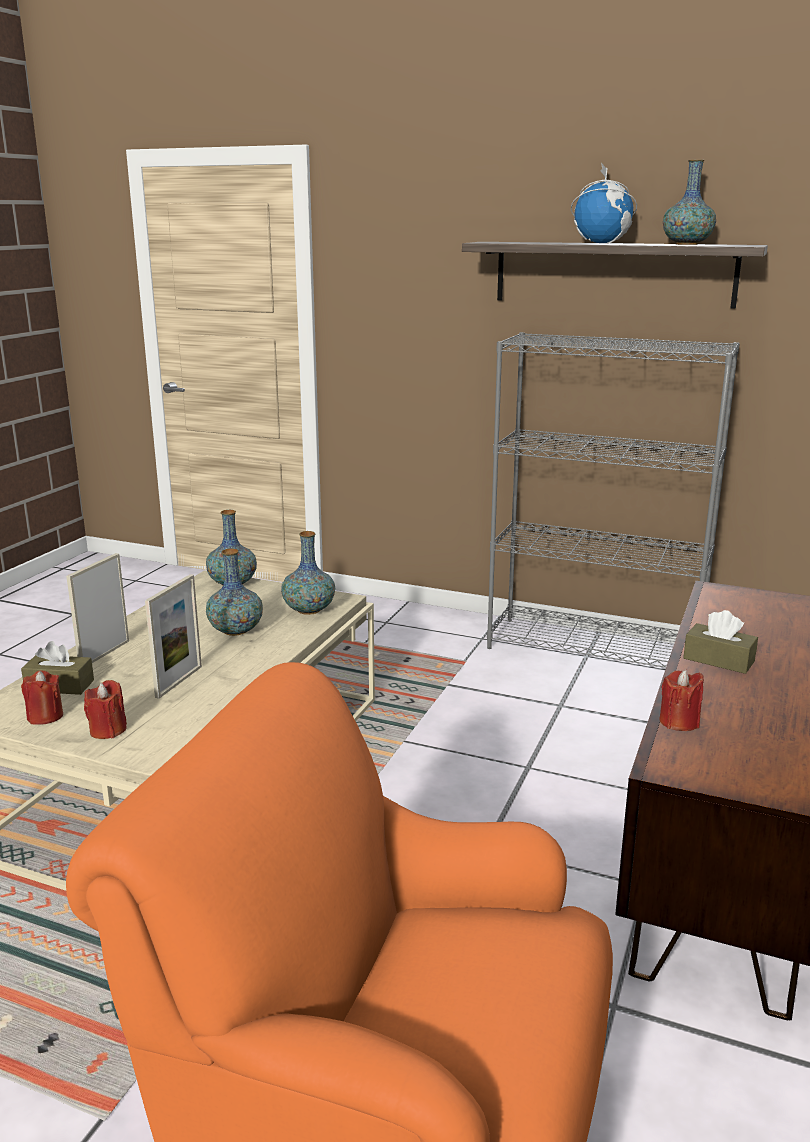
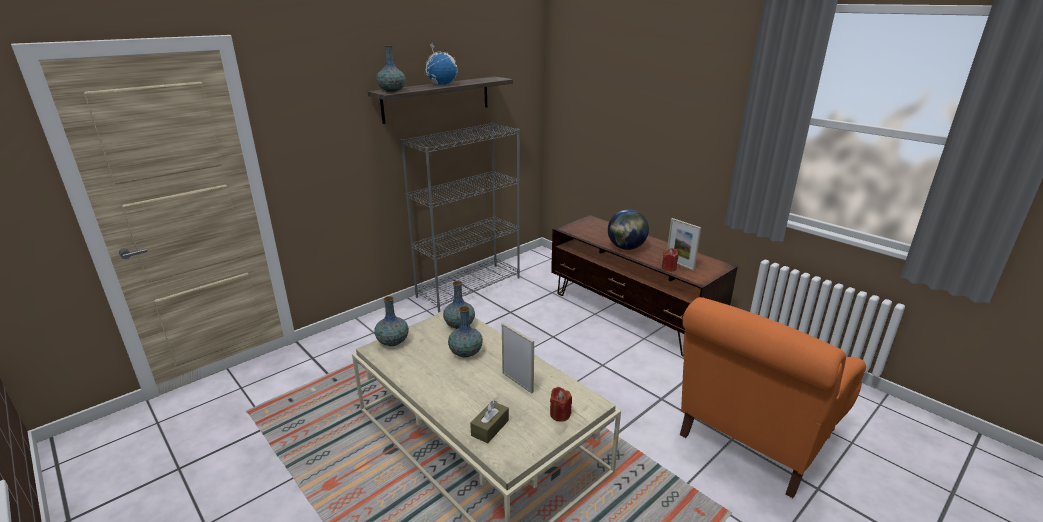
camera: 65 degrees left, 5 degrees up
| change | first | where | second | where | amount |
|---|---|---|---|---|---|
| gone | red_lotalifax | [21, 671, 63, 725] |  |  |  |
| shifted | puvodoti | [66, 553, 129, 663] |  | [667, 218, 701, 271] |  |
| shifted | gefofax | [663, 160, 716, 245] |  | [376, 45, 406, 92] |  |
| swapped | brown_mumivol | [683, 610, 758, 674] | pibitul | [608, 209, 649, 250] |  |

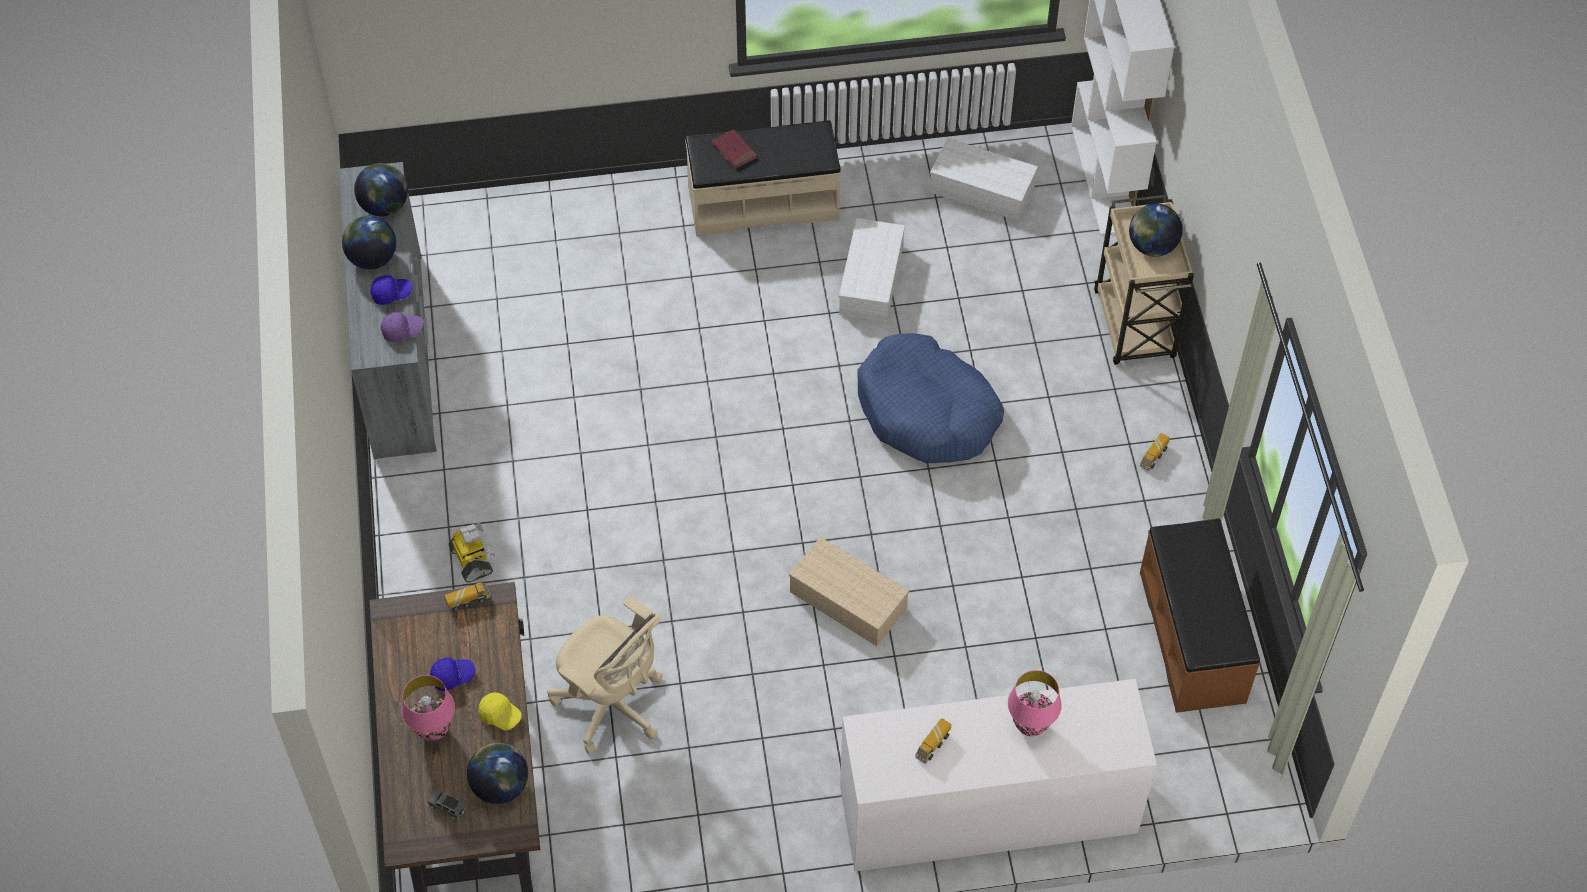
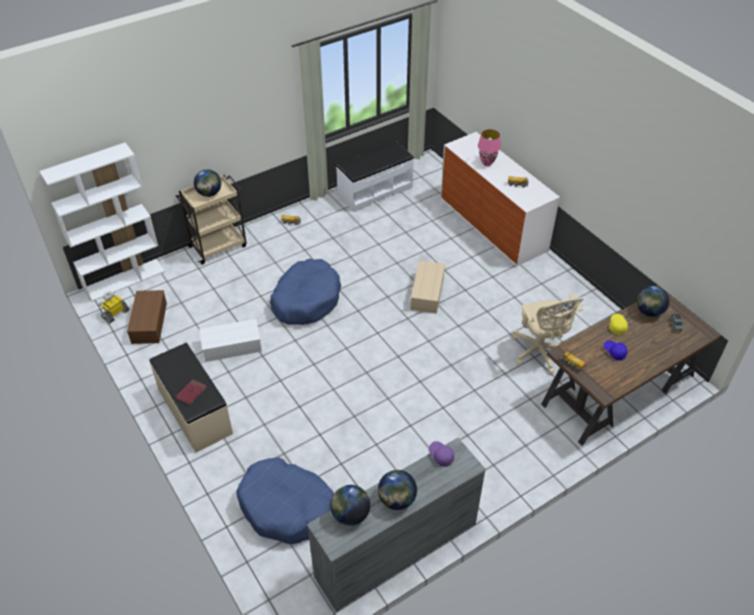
camera: 115 degrees left, 10 degrees down
| change | first | where | second | where | amount |
|---|---|---|---|---|---|
| gone | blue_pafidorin | [370, 275, 412, 305] |  |  |  |
| gone | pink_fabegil | [401, 675, 455, 741] |  |  |  |
| shifted | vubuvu | [449, 522, 495, 582] |  | [98, 291, 129, 323] |  |
| rotated | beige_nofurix | [547, 596, 663, 754] |  | [512, 294, 584, 374] | 150 degrees clockwise |
| repainted | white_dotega | [930, 138, 1038, 221] | brown_dotega | [127, 290, 167, 344] |  |
| repainted | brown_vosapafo | [1140, 519, 1260, 713] | white_vosapafo | [336, 142, 414, 212] |  |
| new |  |  | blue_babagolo | [236, 458, 334, 544] |  |

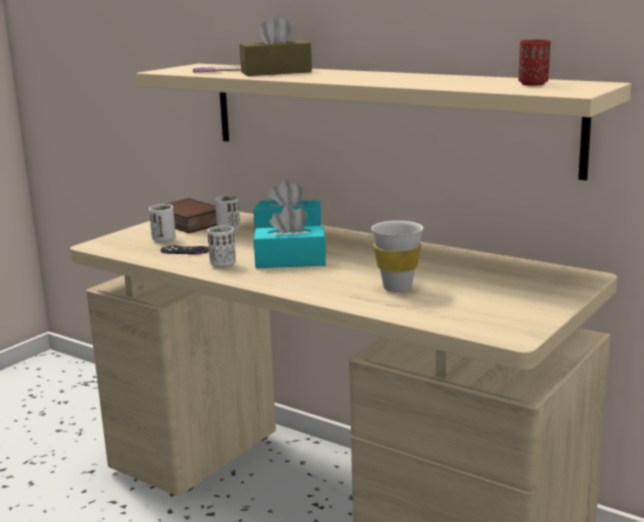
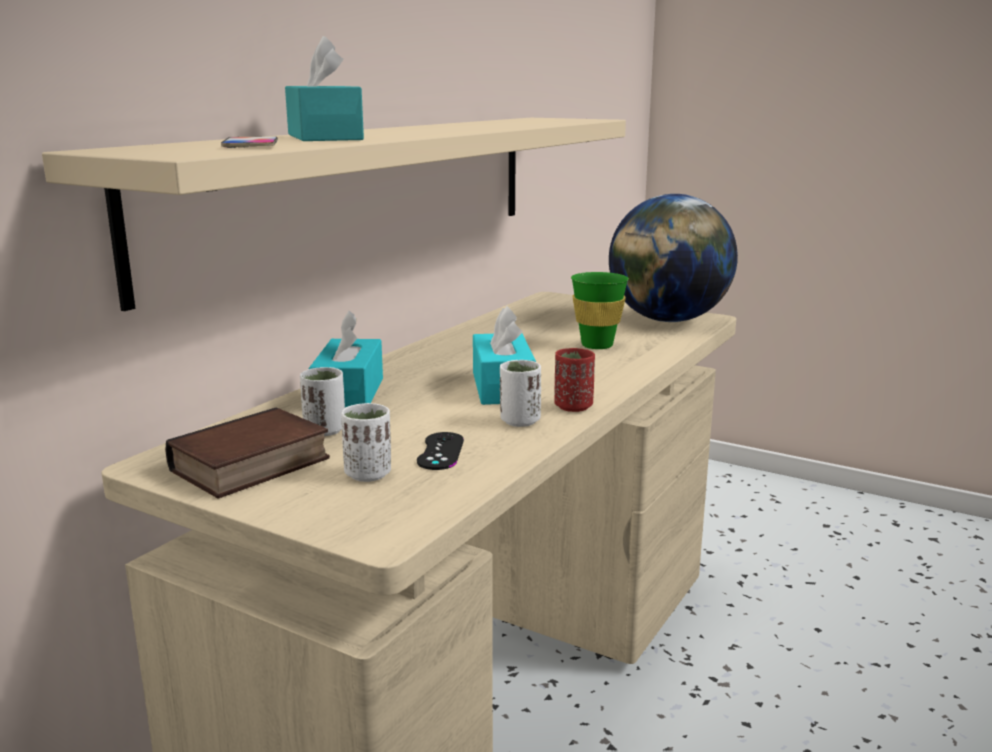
camera: 95 degrees left, 0 degrees up
| change | first | where | second | where | amount |
|---|---|---|---|---|---|
| repainted | brown_mumivol | [240, 14, 312, 76] | turquoise_mumivol | [285, 36, 364, 141] |  |
| repainted | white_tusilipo | [371, 221, 423, 292] | green_tusilipo | [571, 272, 629, 349] |  |
| shifted | red_tusilipo | [518, 40, 551, 86] |  | [554, 348, 595, 412] |  |
| new |  |  | pibitul | [609, 194, 738, 322] |  |

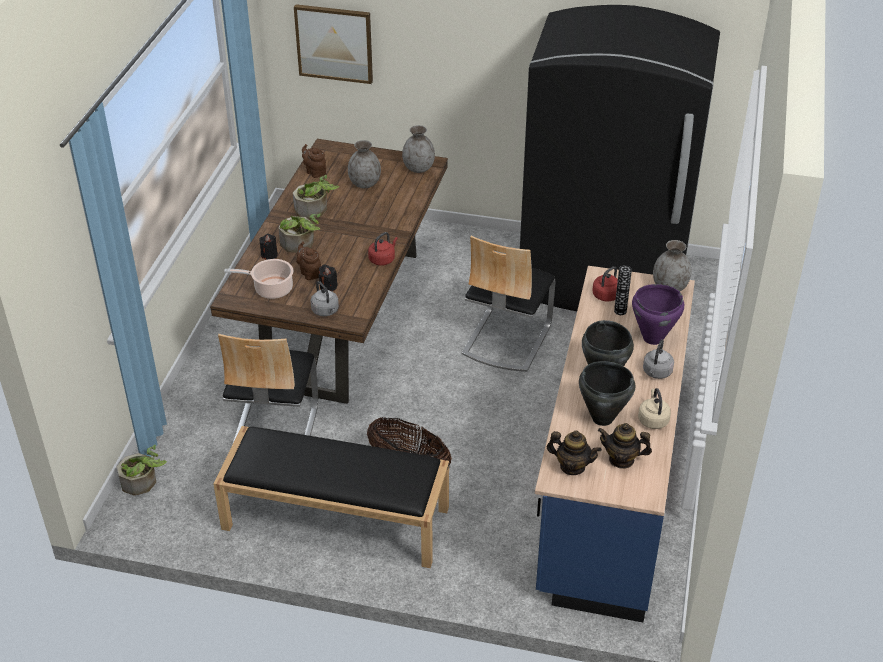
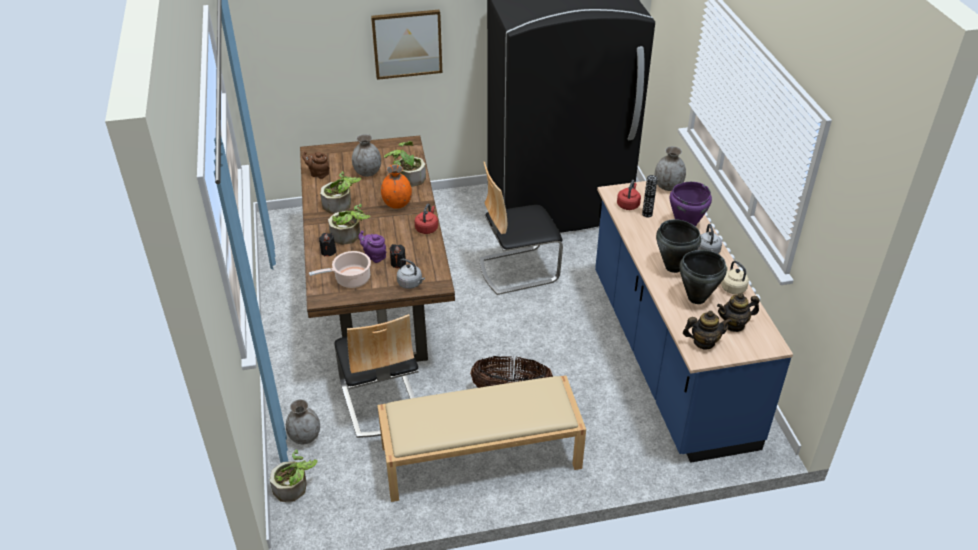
camera: 25 degrees left, 0 degrees up
| change | first | where | second | where | amount |
|---|---|---|---|---|---|
| repainted | black_vosapafo | [213, 426, 449, 568] | beige_vosapafo | [377, 375, 586, 502] |  |
| shifted | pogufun | [294, 4, 373, 84] |  | [371, 10, 442, 80] |  |
| repainted | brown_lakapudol | [296, 242, 321, 280] | purple_lakapudol | [358, 231, 386, 263] |  |
| shifted | grey_gefofax | [402, 125, 435, 173] |  | [286, 399, 320, 444] |  |
| rotated | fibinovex | [462, 236, 555, 372] |  | [479, 162, 563, 295] | 75 degrees clockwise |
| new |  |  | orange_gefofax | [381, 165, 412, 209] |  |
| new |  |  | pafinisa | [384, 141, 426, 187] |  |

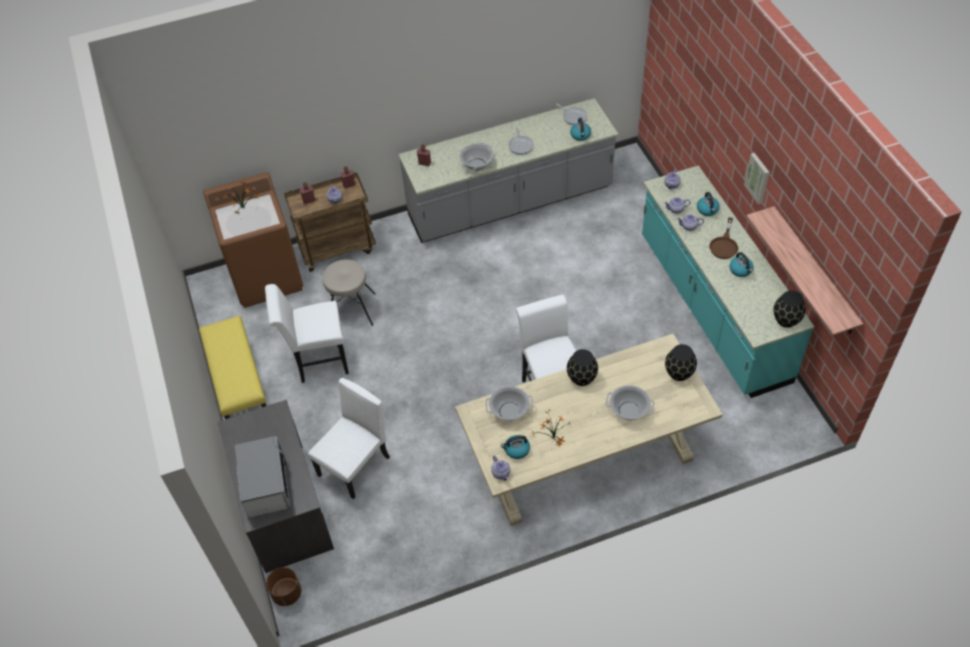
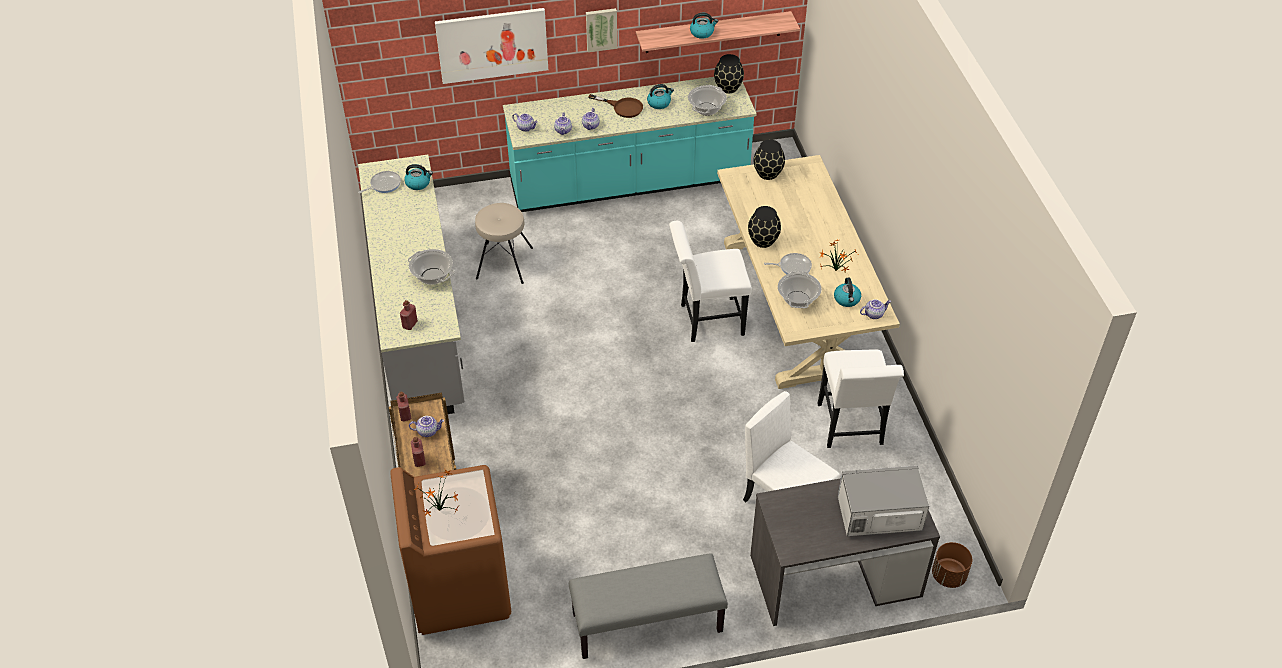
camera: 85 degrees left, 5 degrees down
| change | first | where | second | where | amount |
|---|---|---|---|---|---|
| repainted | yellow_vosapafo | [199, 316, 266, 419] | grey_vosapafo | [569, 553, 728, 659] |  |
| shifted | white_fibinovex | [265, 284, 349, 383] |  | [817, 350, 904, 448] |  |
| shifted | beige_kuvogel | [322, 259, 376, 326] |  | [475, 203, 533, 284] |  |
| shifted | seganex | [508, 127, 533, 155] |  | [764, 253, 812, 274] |  |
| shifted | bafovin | [606, 385, 654, 421] |  | [688, 85, 727, 116] |  |
| shifted | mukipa | [697, 192, 720, 216] |  | [690, 13, 718, 39] |  |
| new |  |  | pogufun | [435, 8, 548, 84] |  |

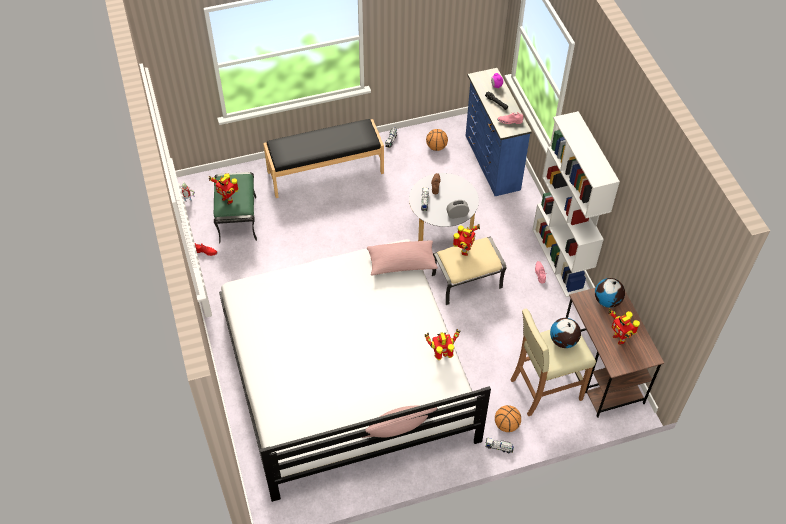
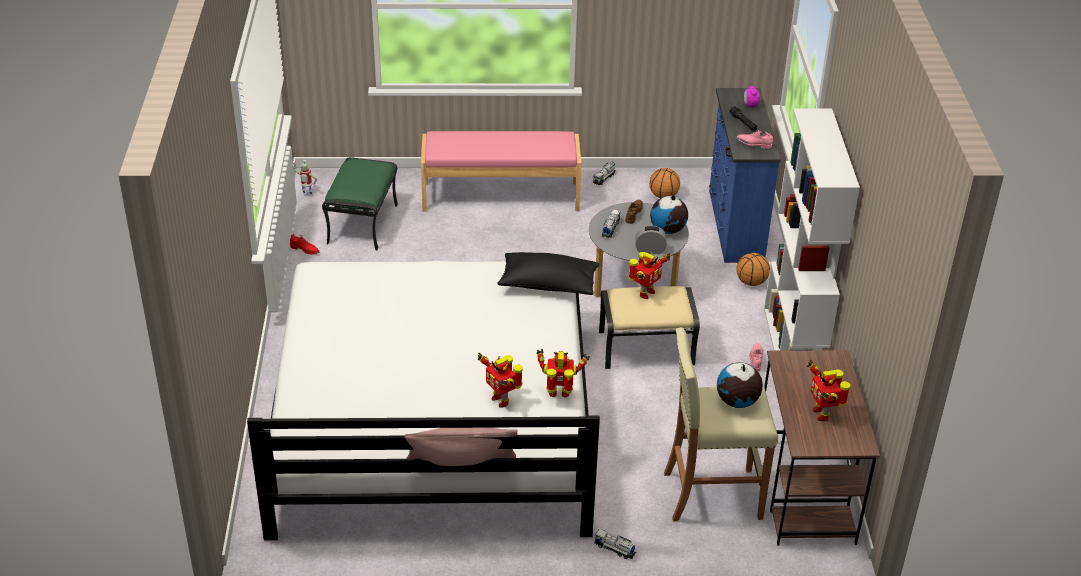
camera: 15 degrees right, 15 degrees down
| change | first | where | second | where | amount |
|---|---|---|---|---|---|
| shifted | vubuvu | [209, 173, 239, 205] |  | [478, 353, 523, 408] |  |
| repainted | black_vosapafo | [263, 119, 384, 198] | pink_vosapafo | [421, 131, 581, 211] |  |
| repainted | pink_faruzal | [367, 240, 438, 276] | black_faruzal | [498, 252, 599, 295] |  |
| shifted | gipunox | [495, 405, 521, 432] |  | [737, 253, 770, 286] |  |
| shifted | pibitul | [595, 278, 625, 308] |  | [650, 195, 688, 234] |  |

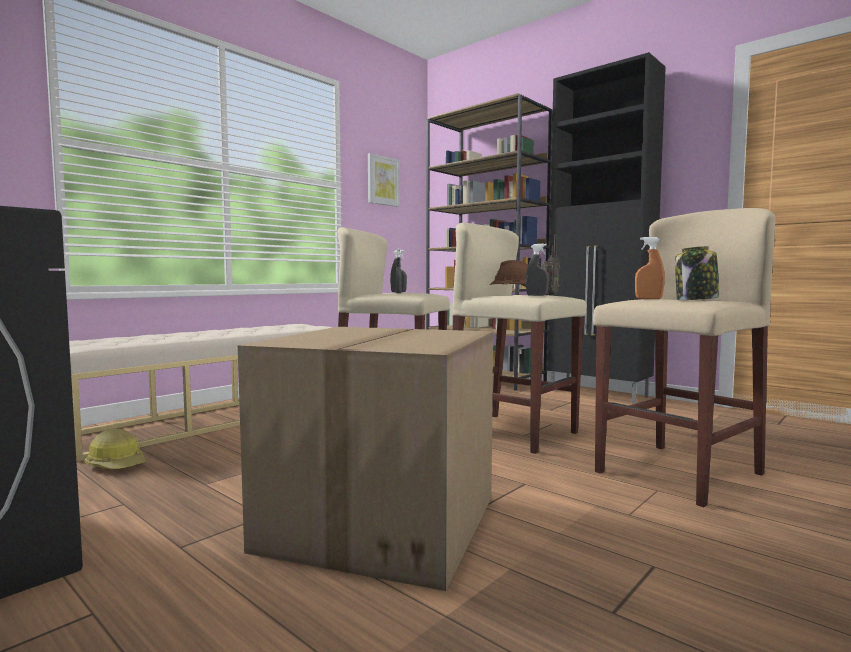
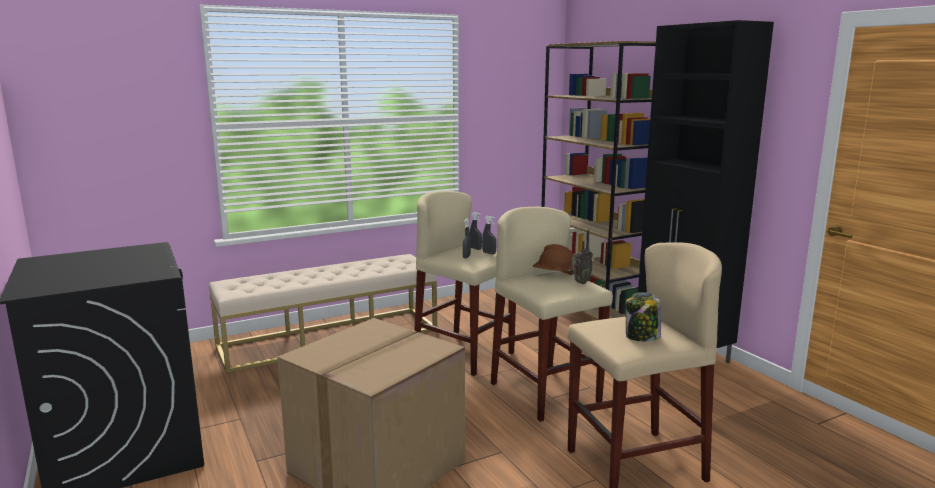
camera: 20 degrees right, 10 degrees up
| change | first | where | second | where | amount |
|---|---|---|---|---|---|
| gone | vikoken | [84, 428, 146, 469] |  |  |  |
| gone | pogufun | [368, 153, 400, 207] |  |  |  |
| shifted | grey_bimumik | [526, 244, 549, 296] |  | [482, 216, 496, 254] |  |
| gone | orange_bimumik | [635, 237, 665, 299] |  |  |  |

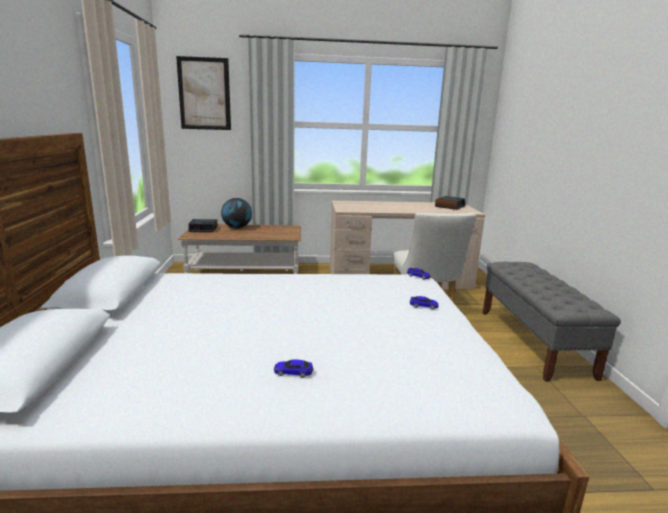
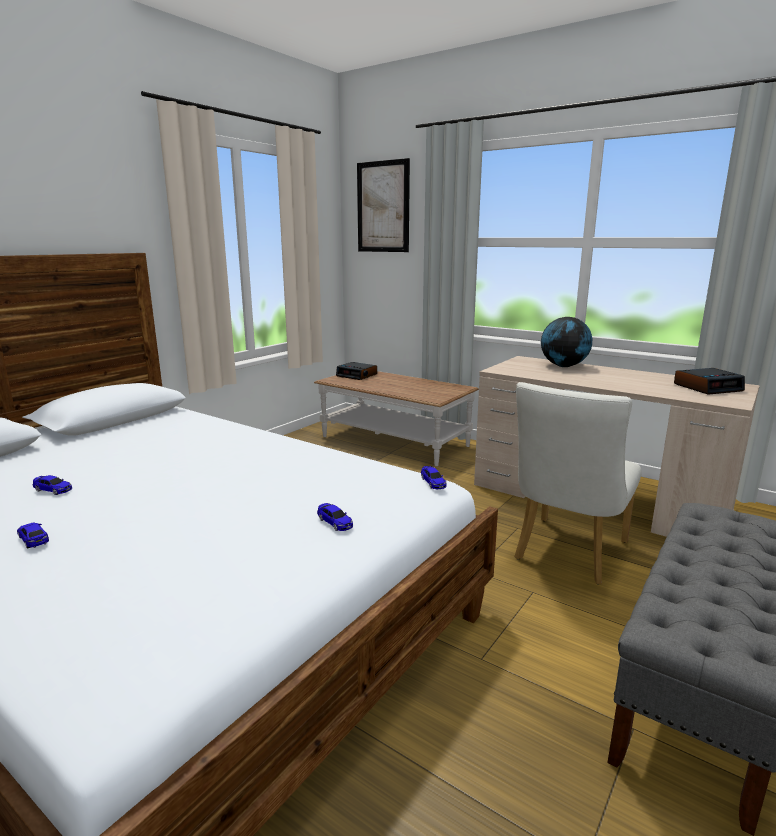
camera: 40 degrees right, 0 degrees up
| change | first | where | second | where | amount |
|---|---|---|---|---|---|
| shifted | pibitul | [221, 198, 252, 229] |  | [541, 317, 592, 367] |  |
| new |  |  | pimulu | [33, 475, 72, 495] |  |

